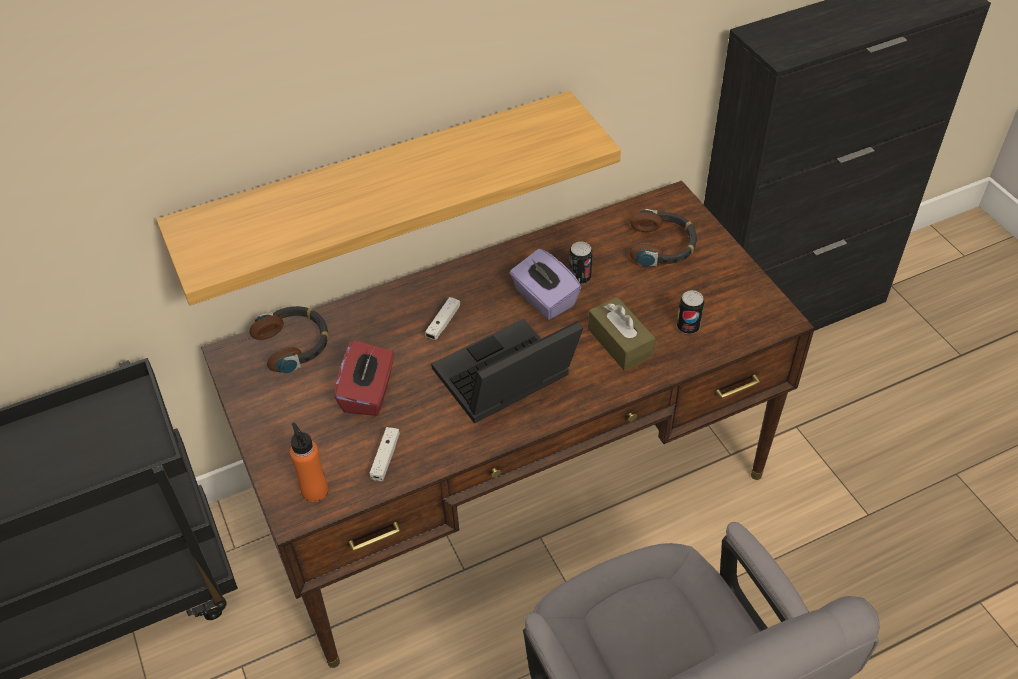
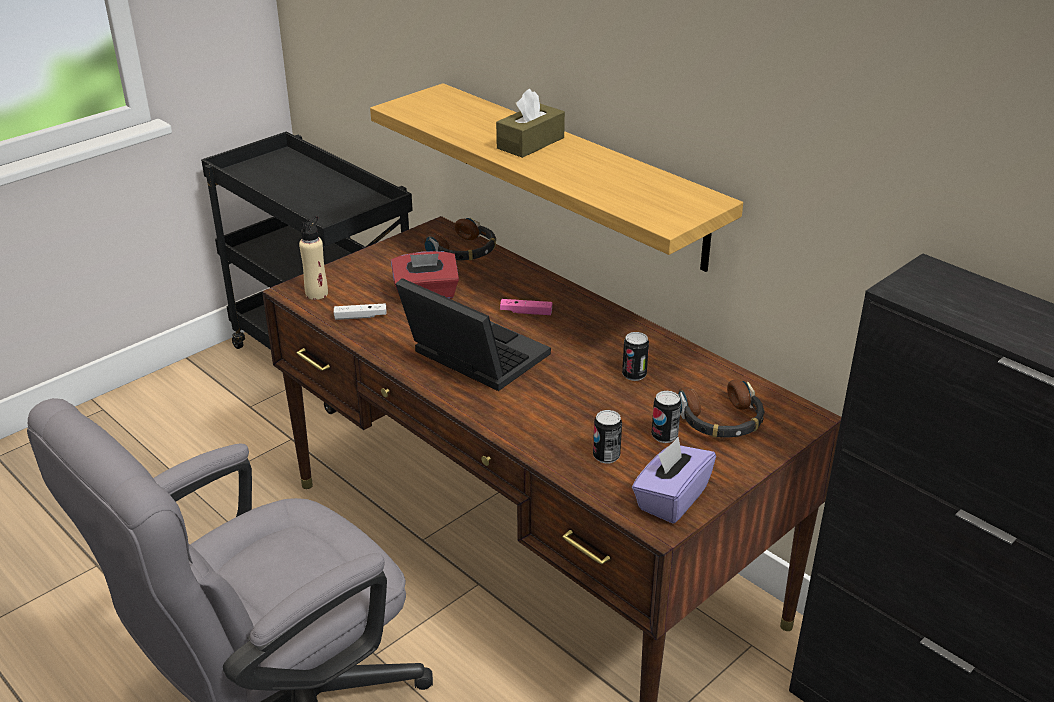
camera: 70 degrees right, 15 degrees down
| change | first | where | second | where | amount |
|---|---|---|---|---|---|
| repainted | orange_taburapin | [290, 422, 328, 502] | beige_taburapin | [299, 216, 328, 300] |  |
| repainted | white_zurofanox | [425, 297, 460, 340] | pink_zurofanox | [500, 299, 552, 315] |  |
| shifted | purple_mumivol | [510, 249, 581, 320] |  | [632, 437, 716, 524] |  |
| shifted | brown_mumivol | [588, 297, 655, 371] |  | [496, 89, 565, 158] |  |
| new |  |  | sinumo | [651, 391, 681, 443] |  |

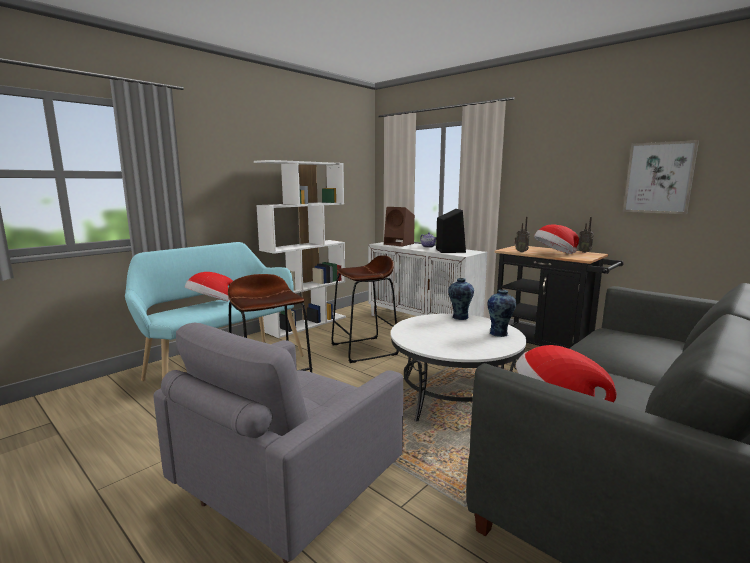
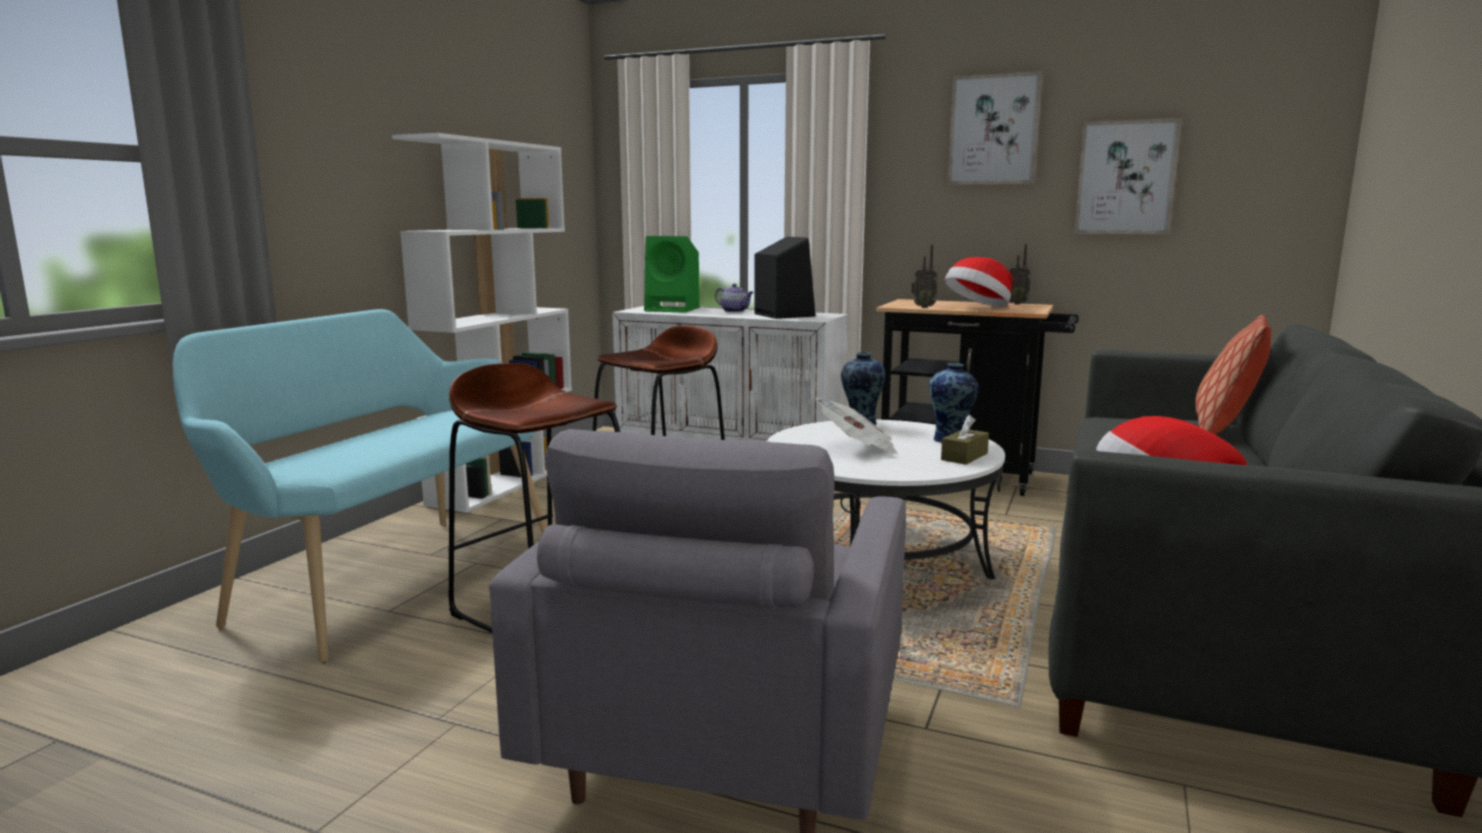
camera: 20 degrees left, 0 degrees up
| change | first | where | second | where | amount |
|---|---|---|---|---|---|
| gone | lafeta | [185, 272, 233, 301] |  |  |  |
| repainted | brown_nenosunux | [384, 207, 415, 246] | green_nenosunux | [644, 236, 699, 313] |  |
| new |  |  | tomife | [816, 398, 898, 455] |  |
| new |  |  | brown_mumivol | [941, 415, 989, 465] |  |
| new |  |  | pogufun | [948, 71, 1043, 185] |  |
| new |  |  | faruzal | [1195, 315, 1271, 435] |  |

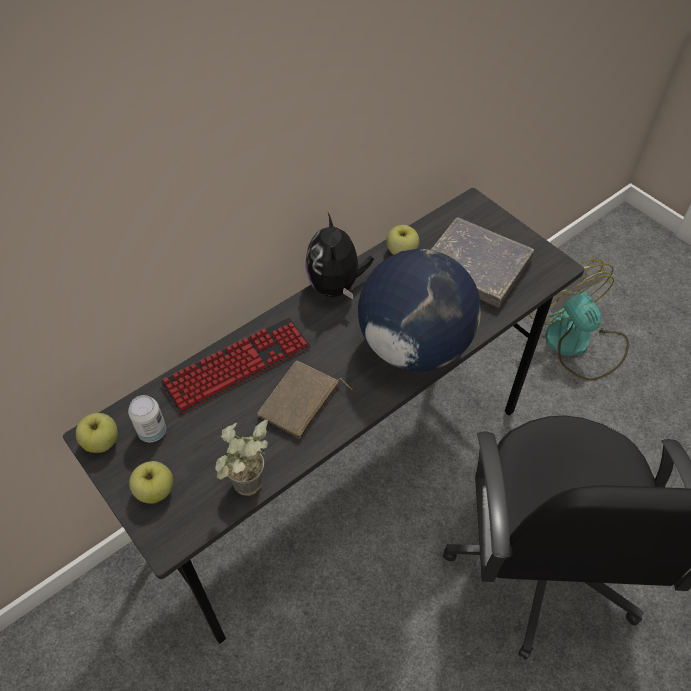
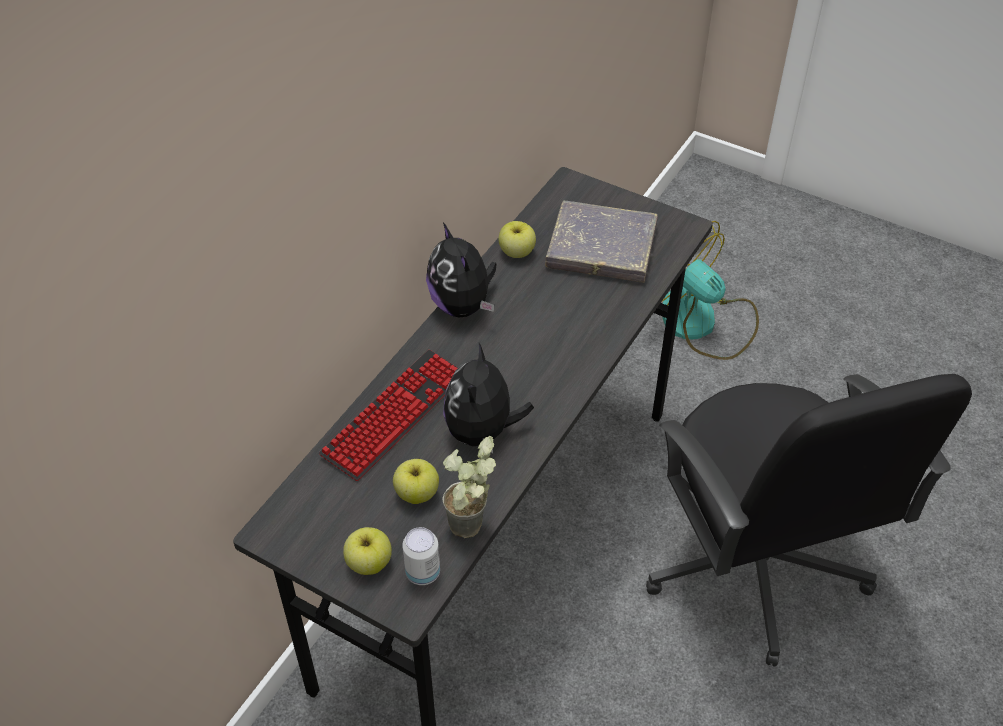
camera: 20 degrees left, 5 degrees down
| change | first | where | second | where | amount |
|---|---|---|---|---|---|
| shifted | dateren | [76, 413, 118, 453] |  | [393, 459, 439, 504] |  |
| shifted | sinumo | [128, 395, 166, 442] |  | [402, 527, 440, 585] |  |
| swapped | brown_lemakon | [257, 361, 352, 439] | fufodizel | [443, 343, 534, 454] |  |
| gone | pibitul | [358, 249, 481, 371] |  |  |  |

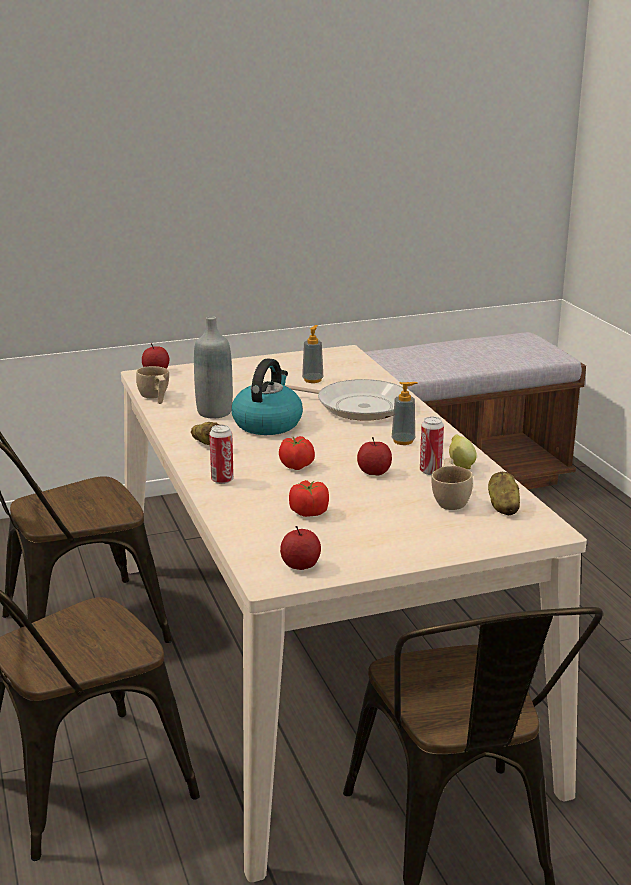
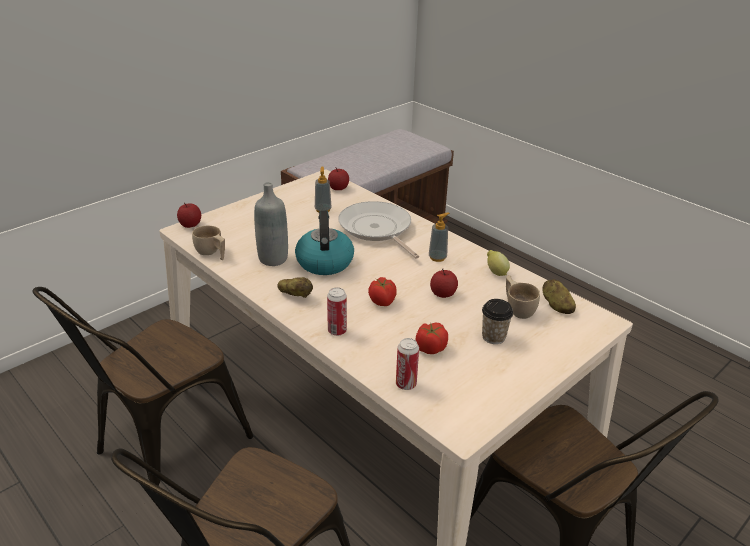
camera: 25 degrees left, 10 degrees up
| change | first | where | second | where | amount |
|---|---|---|---|---|---|
| shifted | dateren | [280, 526, 321, 570] |  | [328, 168, 349, 190] |  |
| rotated | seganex | [285, 379, 410, 421] |  | [338, 201, 419, 259] | 120 degrees counterclockwise |
| shifted | sinumo | [420, 417, 444, 475] |  | [396, 338, 419, 390] |  |
| new |  |  | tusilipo | [482, 299, 513, 344] |  |

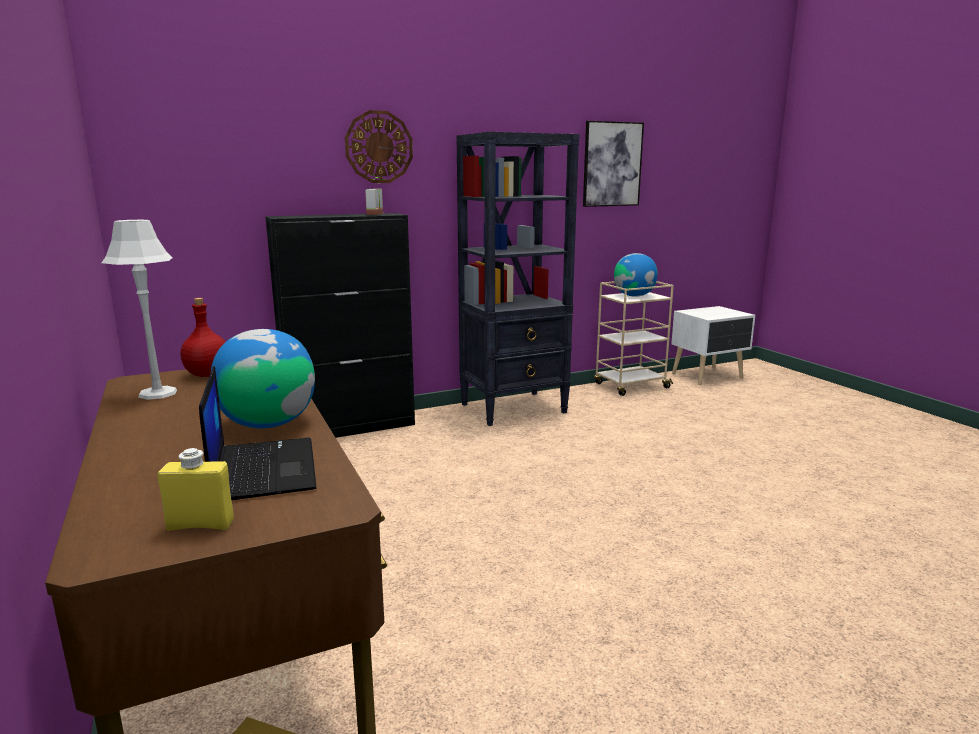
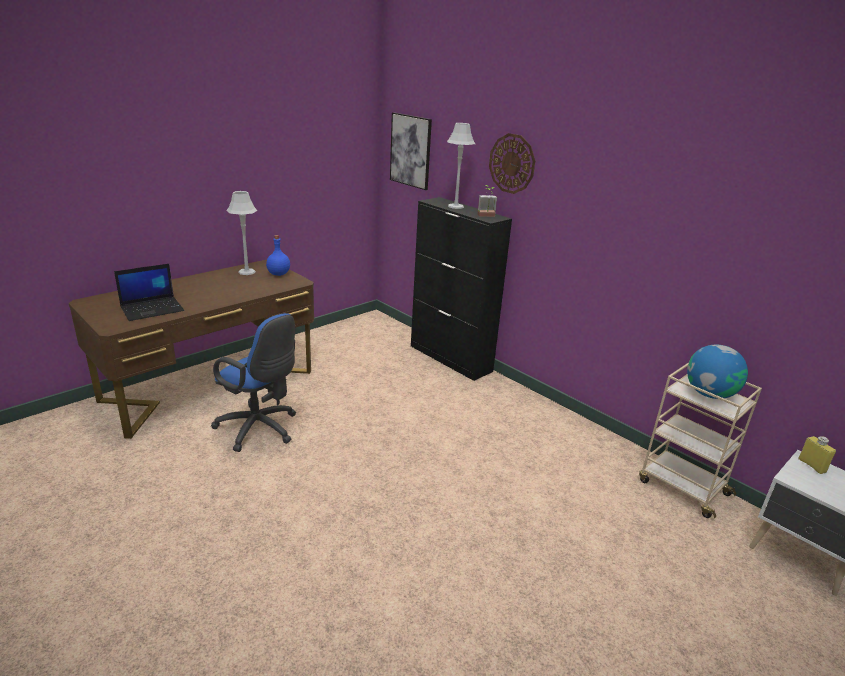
camera: 70 degrees right, 10 degrees up
| change | first | where | second | where | amount |
|---|---|---|---|---|---|
| shifted | yellow_taburapin | [158, 448, 234, 531] |  | [798, 436, 836, 474] |  |
| repainted | red_taburapin | [181, 298, 225, 377] | blue_taburapin | [266, 235, 290, 276] |  |
| gone | pibitul | [211, 329, 315, 428] |  |  |  |
| gone | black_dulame | [456, 132, 580, 426] |  |  |  |
| shifted | pogufun | [583, 121, 644, 207] |  | [390, 112, 432, 190] |  |
| new |  |  | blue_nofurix | [211, 313, 296, 452] |  |
| new |  |  | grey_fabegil | [447, 123, 475, 209] |  |

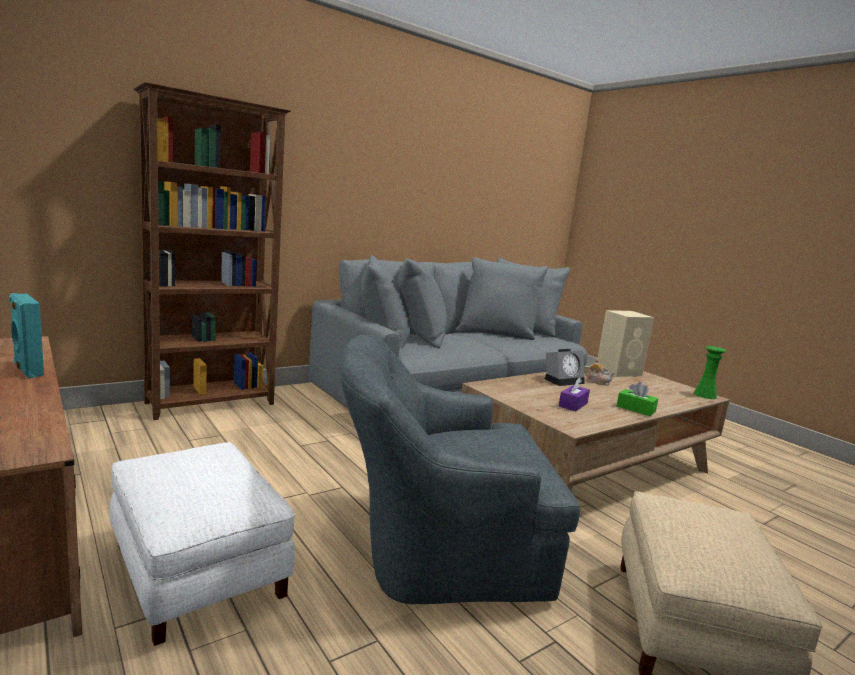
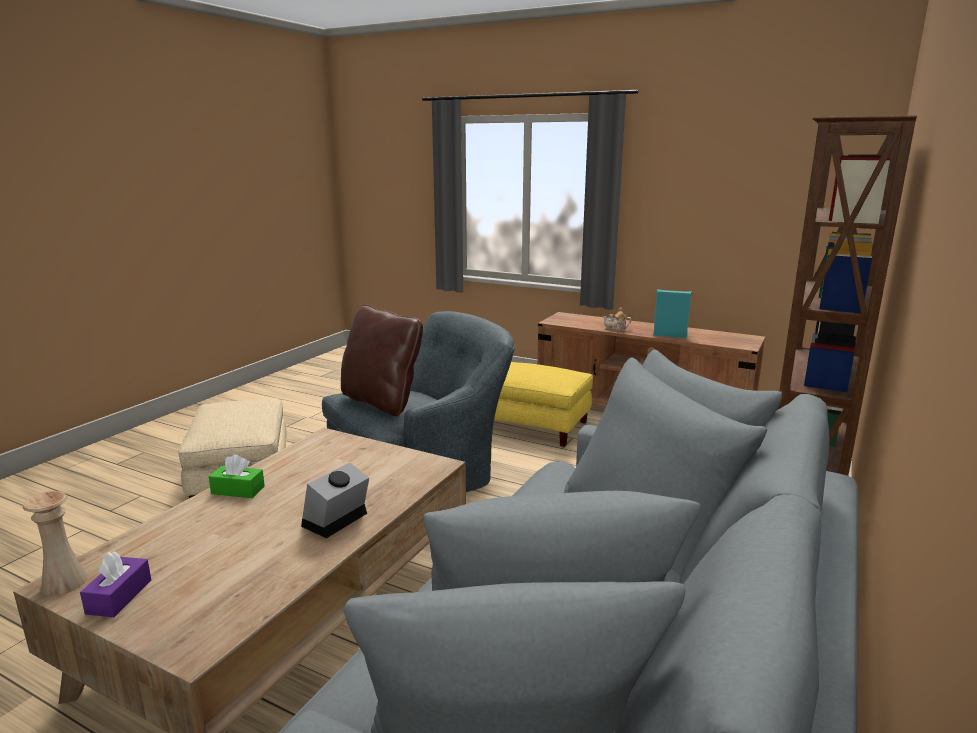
camera: 155 degrees right, 5 degrees up
| change | first | where | second | where | amount |
|---|---|---|---|---|---|
| repainted | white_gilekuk | [110, 442, 295, 646] | yellow_gilekuk | [494, 362, 593, 447] |  |
| shifted | purple_mumivol | [559, 377, 590, 411] |  | [80, 552, 151, 617] |  |
| shifted | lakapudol | [584, 359, 615, 386] |  | [603, 307, 631, 331] |  |
| gone | beige_nenosunux | [597, 310, 654, 377] |  |  |  |
| repainted | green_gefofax | [694, 346, 727, 399] | beige_gefofax | [23, 491, 88, 596] |  |
| new |  |  | brown_faruzal | [341, 304, 423, 416] |  |

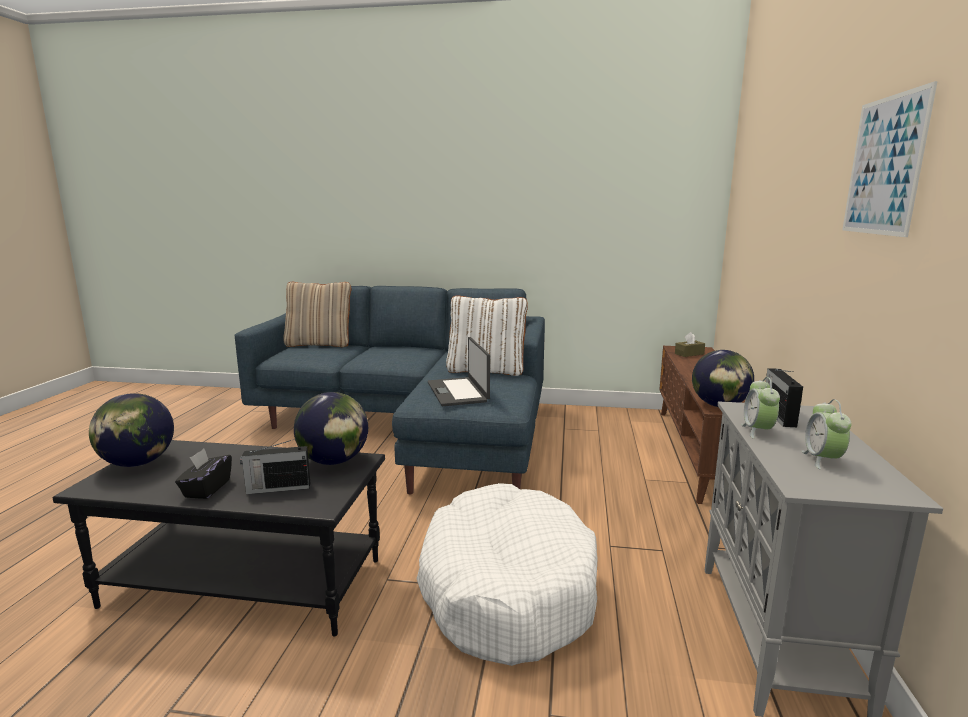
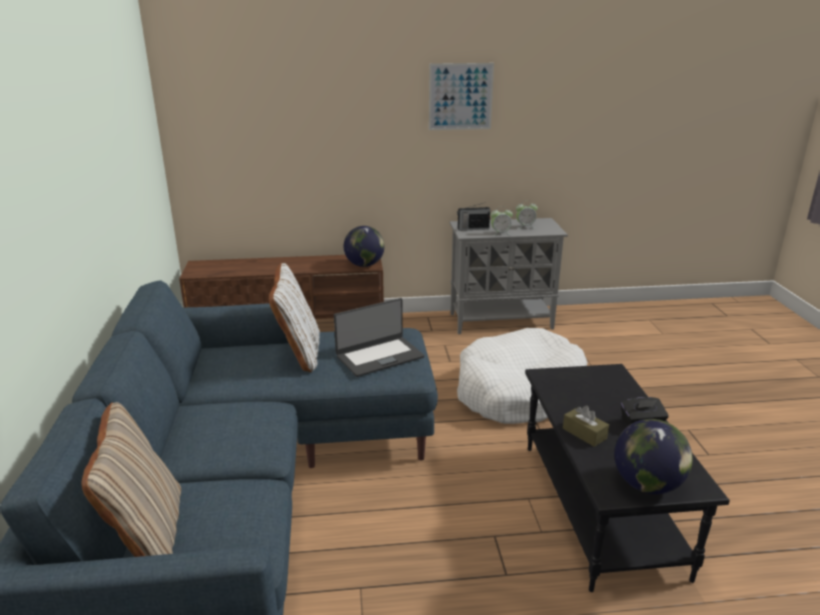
camera: 105 degrees left, 10 degrees up
| change | first | where | second | where | amount |
|---|---|---|---|---|---|
| gone | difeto | [240, 438, 310, 494] |  |  |  |
| gone | pibitul | [294, 392, 368, 465] |  |  |  |
| shifted | brown_mumivol | [675, 332, 705, 357] |  | [563, 406, 609, 447] |  |

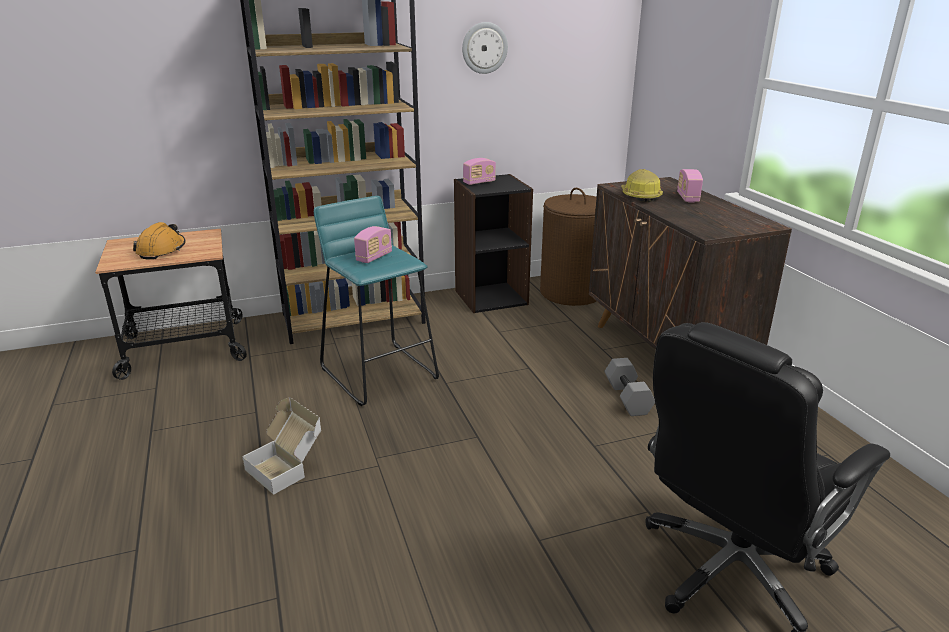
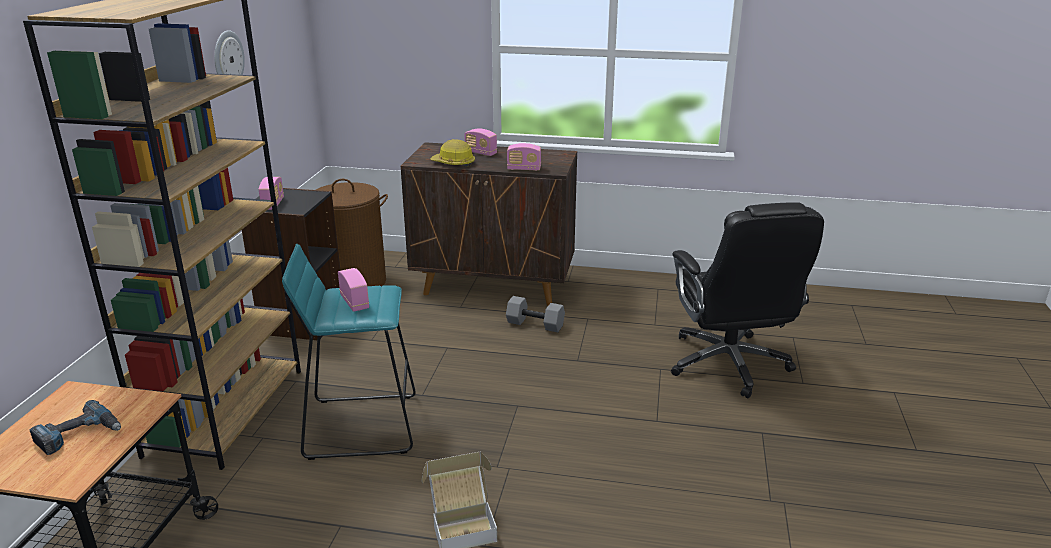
camera: 60 degrees left, 0 degrees up
| change | first | where | second | where | amount |
|---|---|---|---|---|---|
| swapped | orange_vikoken | [133, 222, 186, 260] | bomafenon | [29, 400, 121, 455] |  |
| new |  |  | difeto | [507, 143, 541, 171] |  |

